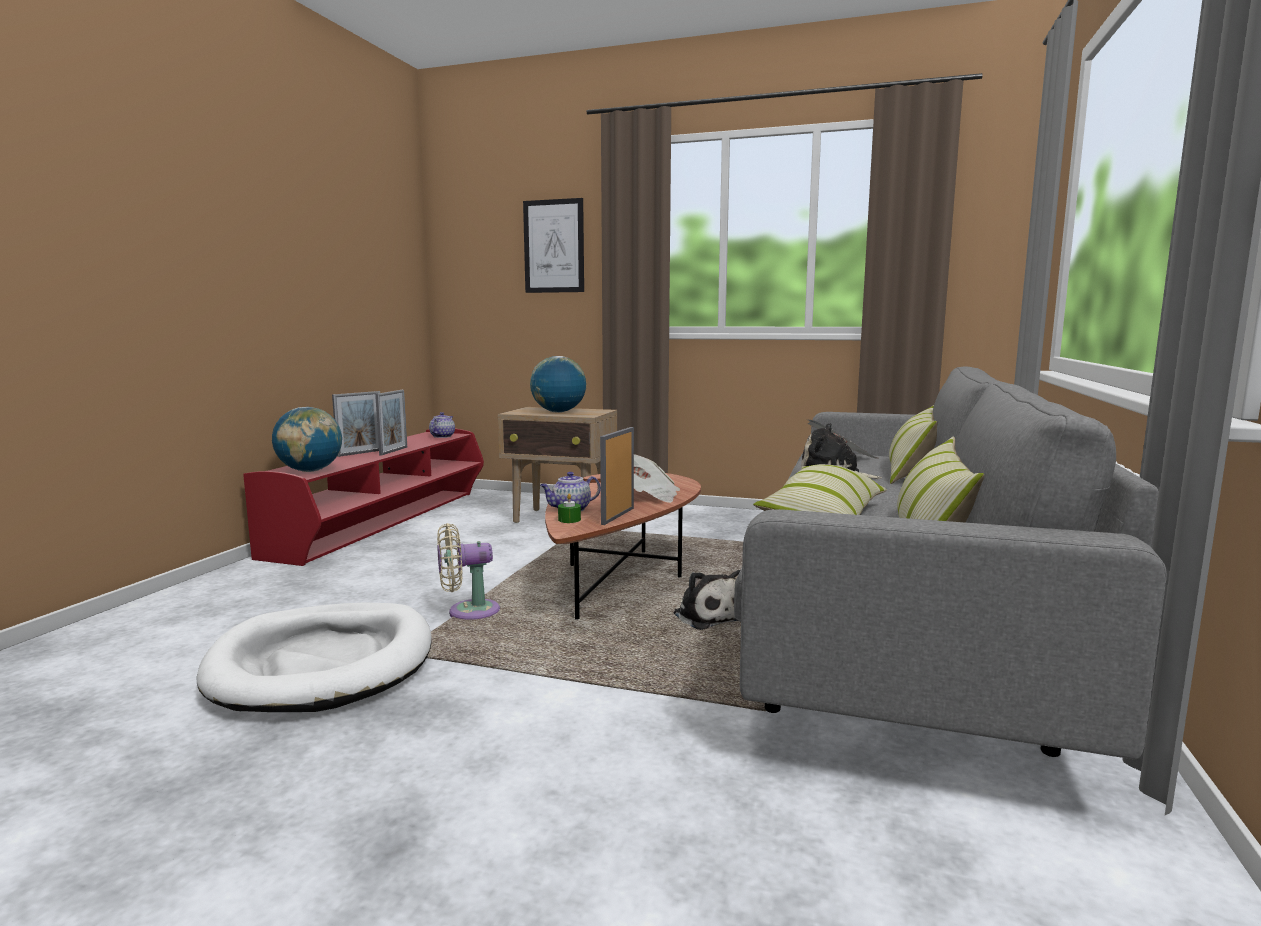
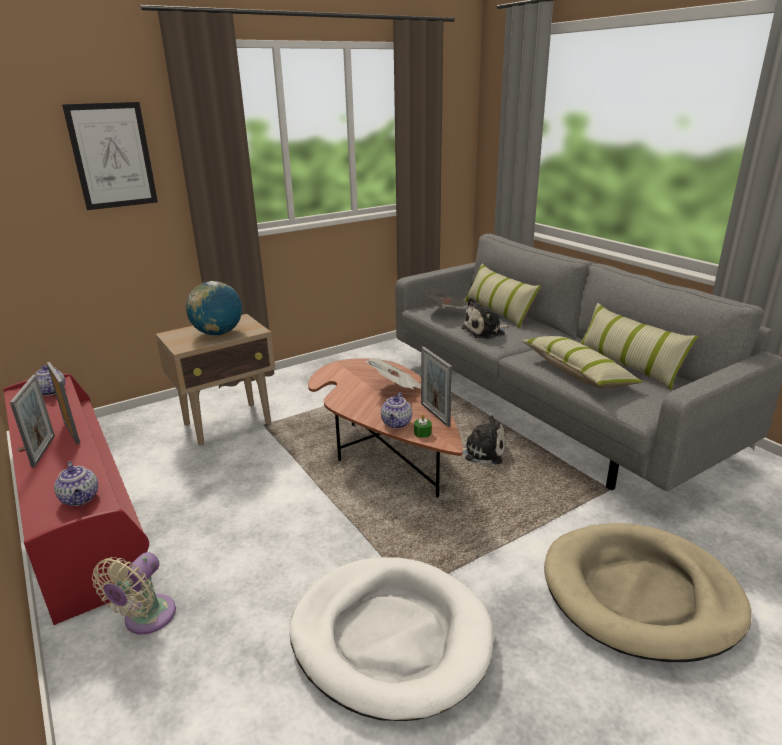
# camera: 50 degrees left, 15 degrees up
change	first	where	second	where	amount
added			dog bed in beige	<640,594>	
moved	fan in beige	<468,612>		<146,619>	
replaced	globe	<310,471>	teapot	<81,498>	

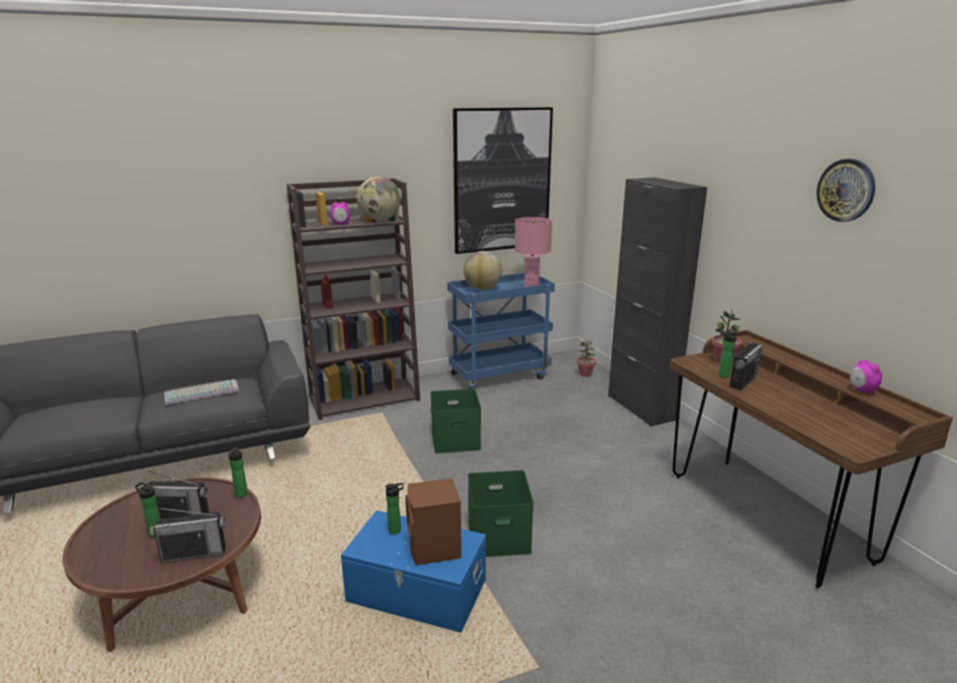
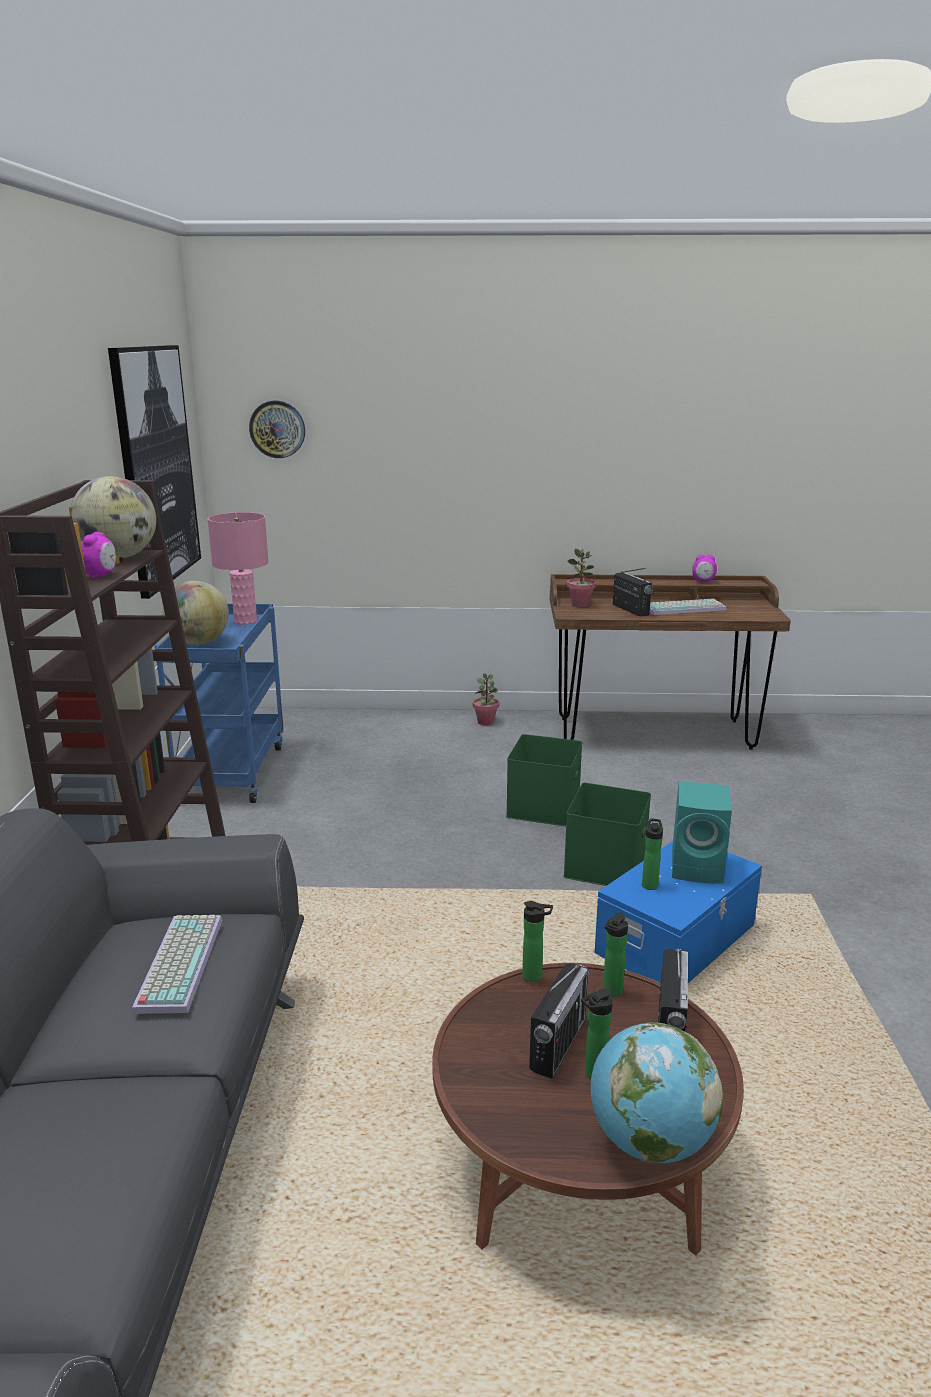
# camera: 65 degrees left, 0 degrees up
change	first	where	second	where	amount
removed	cabinet in black	<641,407>			
added			globe	<649,1141>	
added			keyboard	<684,608>	
moved	storage box in green	<456,439>		<542,806>	
moved	potted plant	<585,374>		<485,722>	
moved	bottle	<722,375>		<611,992>	
moved	wall clock	<846,190>		<277,429>	
recoloured	speaker in brown	<434,550>	speaker in turquoise	<699,867>	

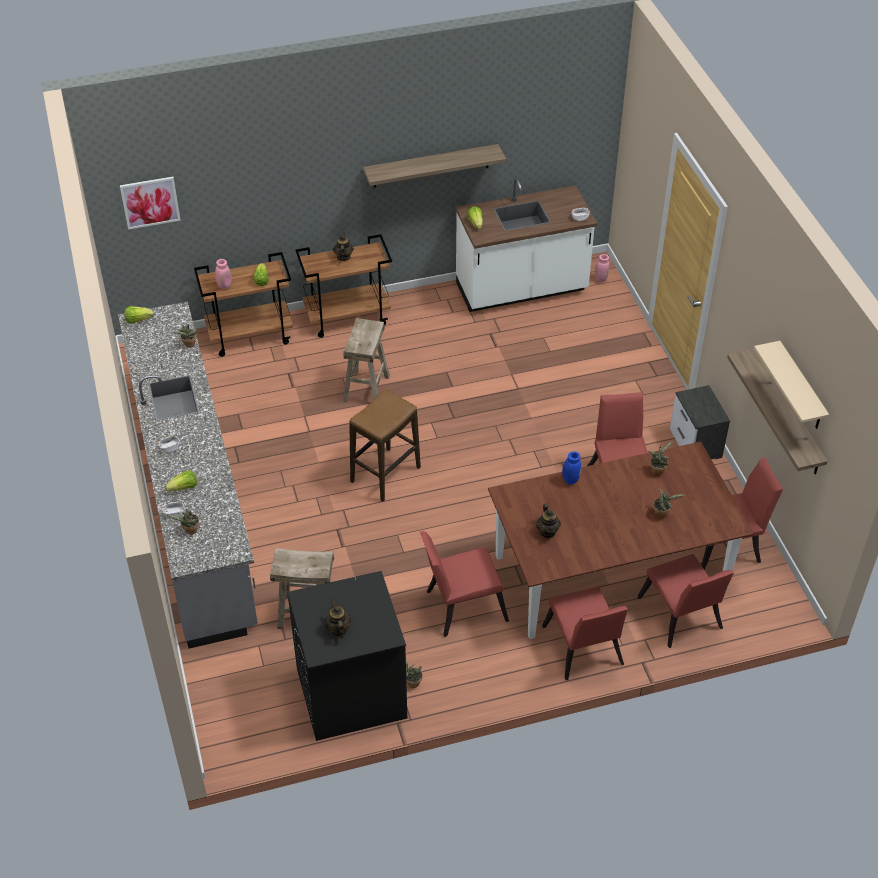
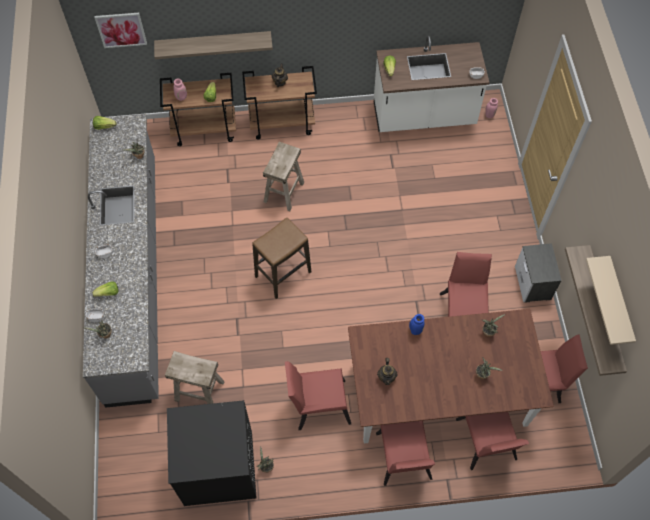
# camera: 10 degrees right, 15 degrees up
change	first	where	second	where	amount
removed	teapot	<338,629>			
moved	shelf	<431,166>		<213,43>	

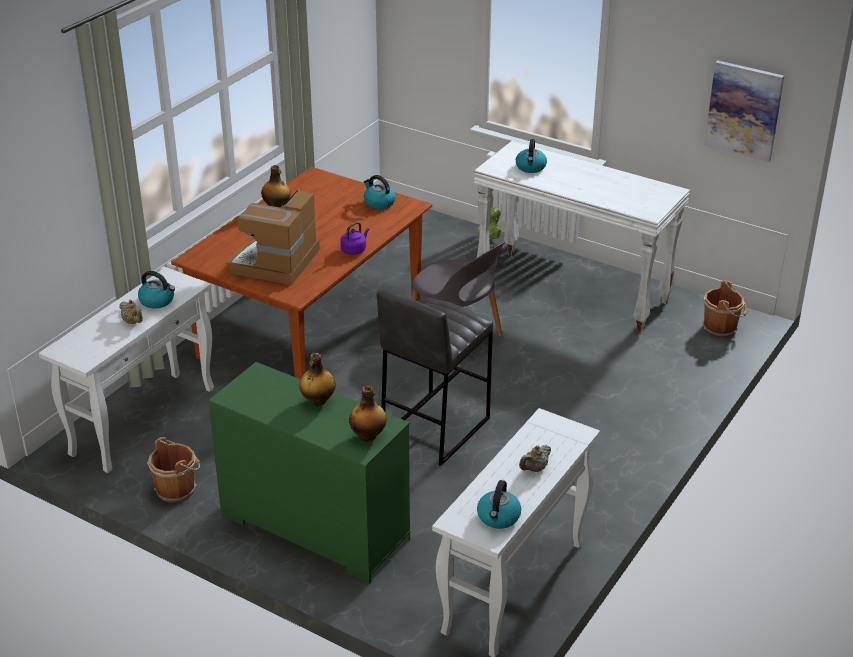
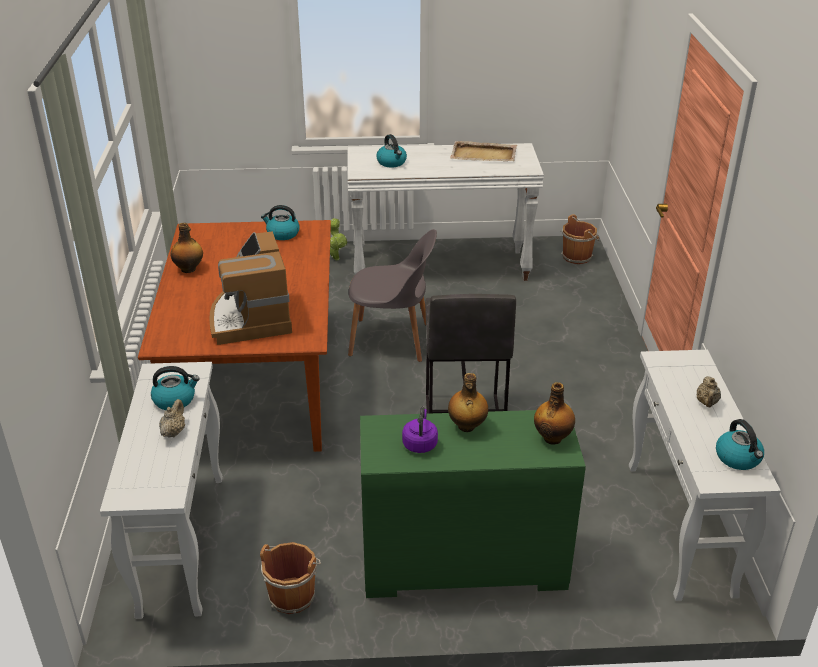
# camera: 35 degrees left, 0 degrees up
change	first	where	second	where	amount
removed	picture	<744,110>			
added			tray in beige	<484,154>	
moved	kettle in purple	<354,250>		<420,443>	
turned	teapot in beige	<133,322>		<173,432>	90 degrees counterclockwise

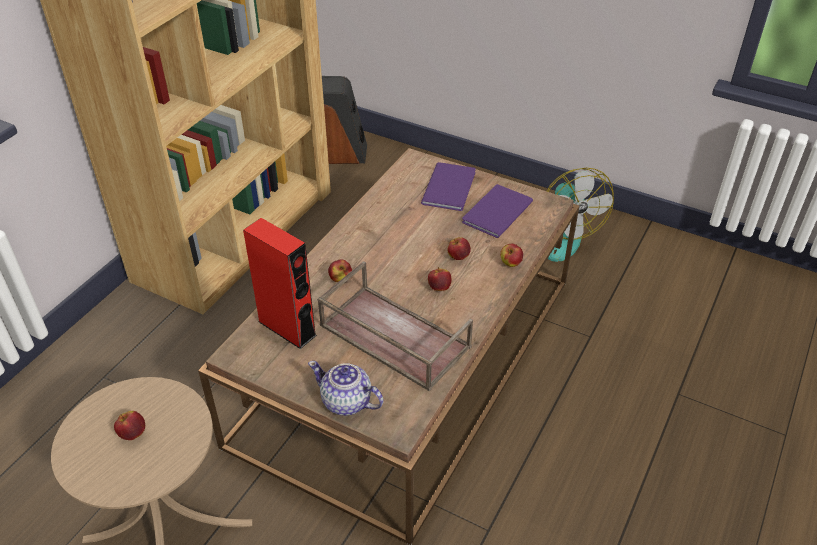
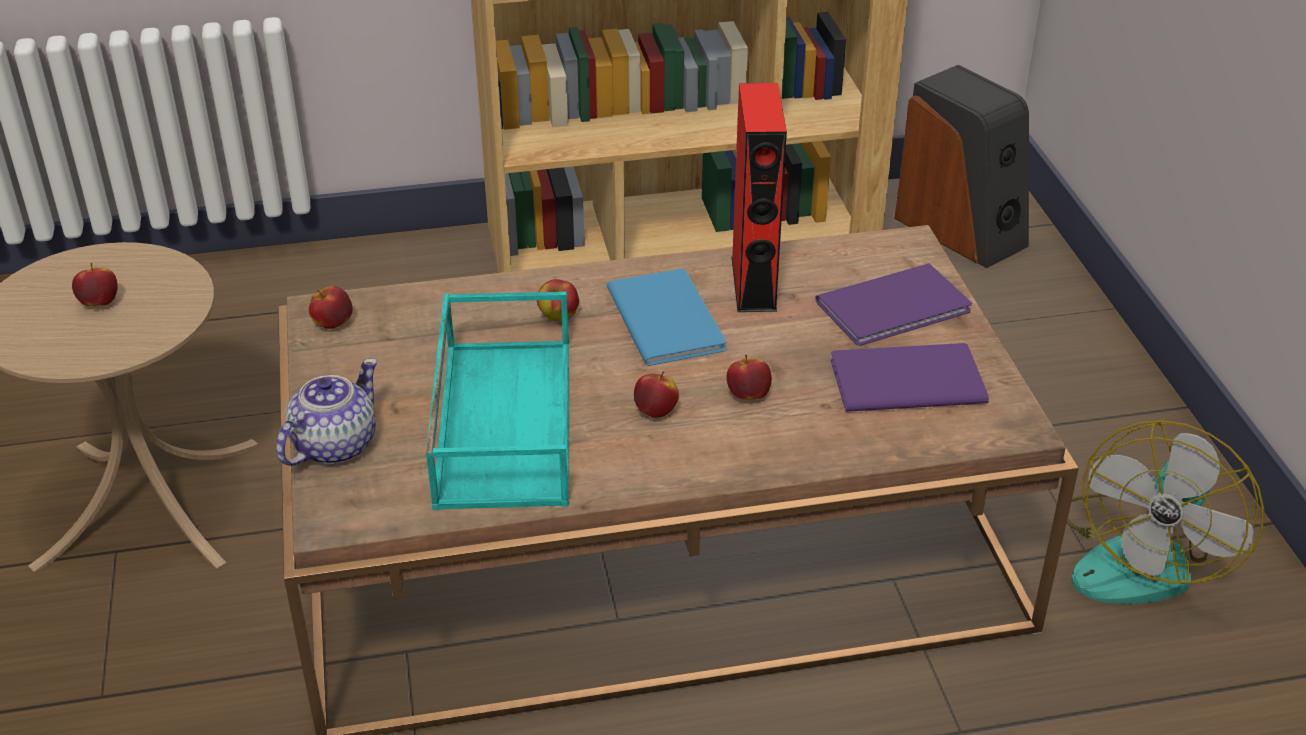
# camera: 50 degrees right, 5 degrees down
change	first	where	second	where	amount
added			book in blue	<668,316>	
moved	speaker in red	<287,328>		<753,283>	
moved	apple	<510,263>		<333,324>	
recoloured	tray in brown	<392,336>	tray in turquoise	<502,420>	
turned	teapot	<346,402>		<333,446>	45 degrees clockwise

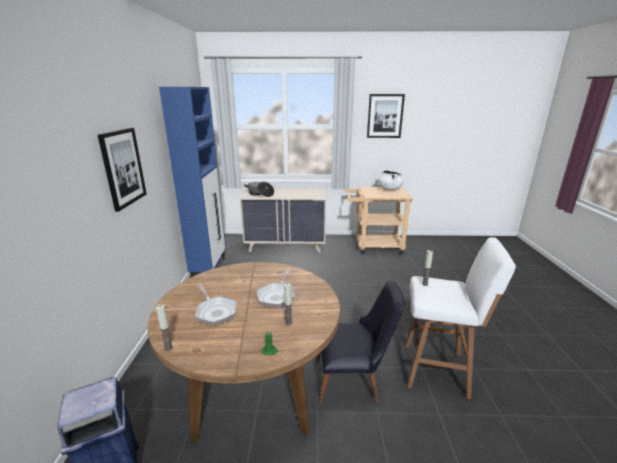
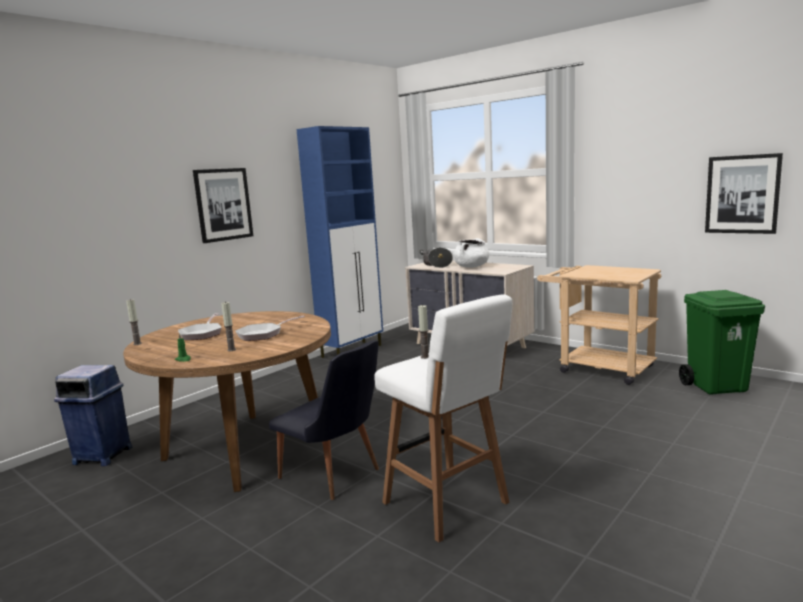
# camera: 40 degrees right, 10 degrees down
change	first	where	second	where	amount
added			trash can in green	<717,387>	
moved	picture	<385,116>		<742,194>	
moved	cooking pot in white	<389,189>		<471,267>	

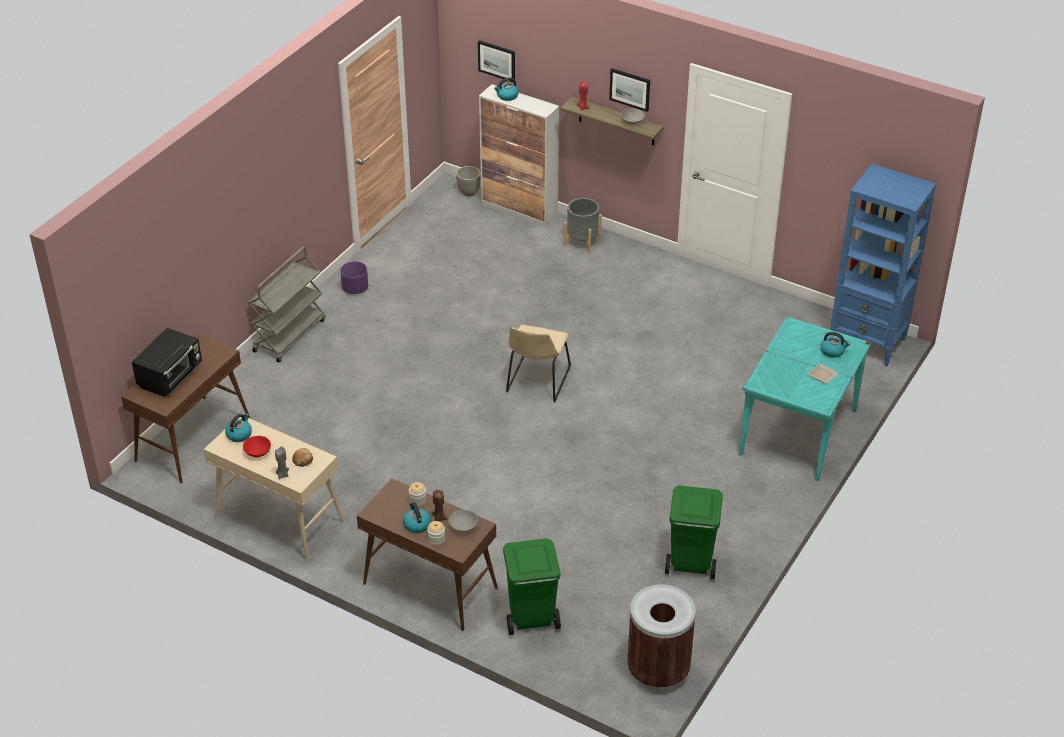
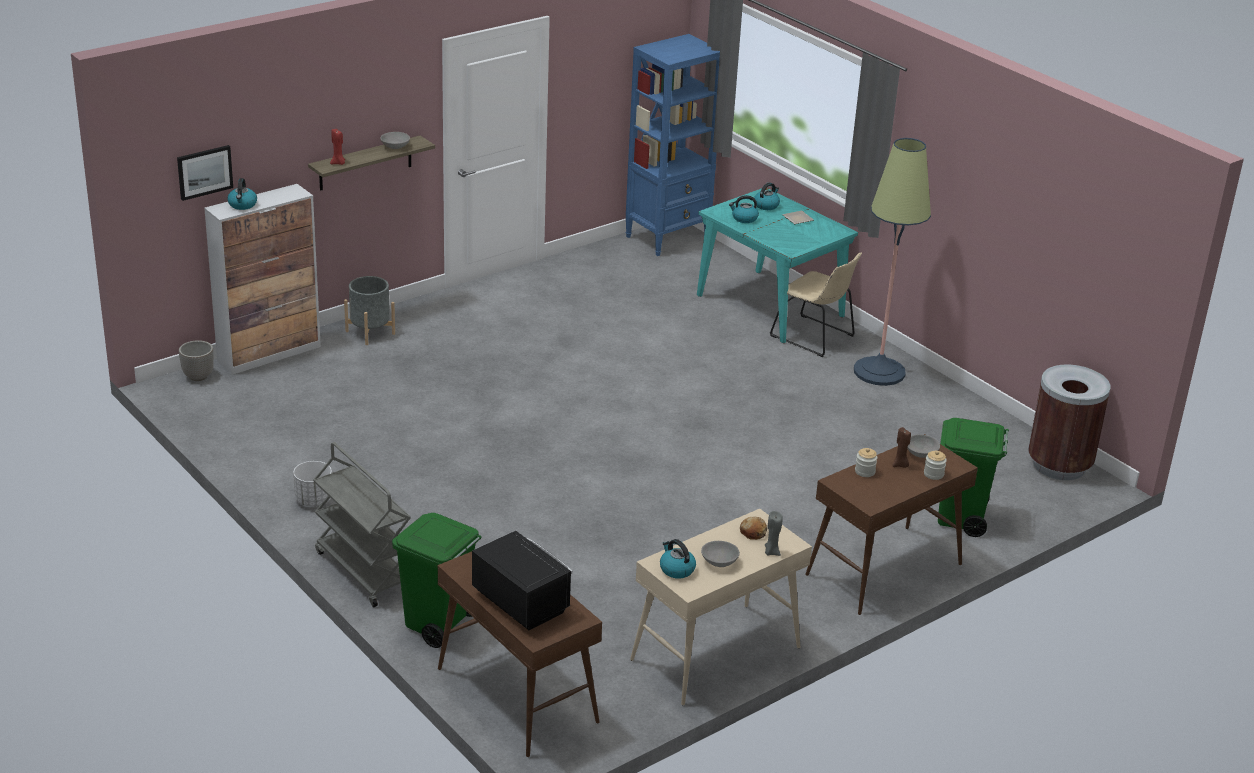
# camera: 70 degrees left, 10 degrees down
change	first	where	second	where	amount
removed	picture	<630,89>			
added			floor lamp	<879,372>	
moved	kettle	<416,524>		<744,218>	
moved	chair in beige	<537,381>		<815,337>	
moved	trash can in green	<690,564>		<438,625>	
recoloured	bowl in red	<257,452>	bowl in grey	<719,562>	
recoloured	planter in purple	<355,289>	planter in white	<313,500>	

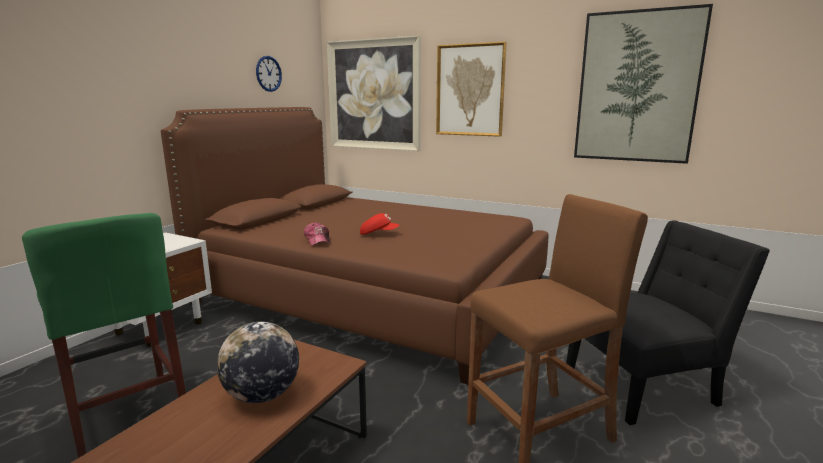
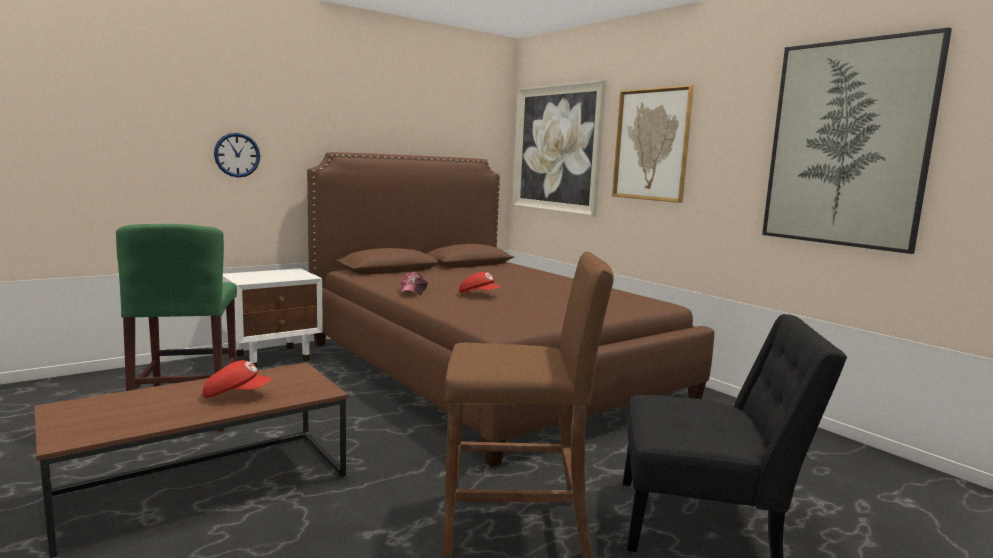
# camera: 25 degrees right, 5 degrees down
change	first	where	second	where	amount
moved	wall clock	<268,73>		<237,155>	
replaced	globe	<262,395>	cap in red	<236,395>	

